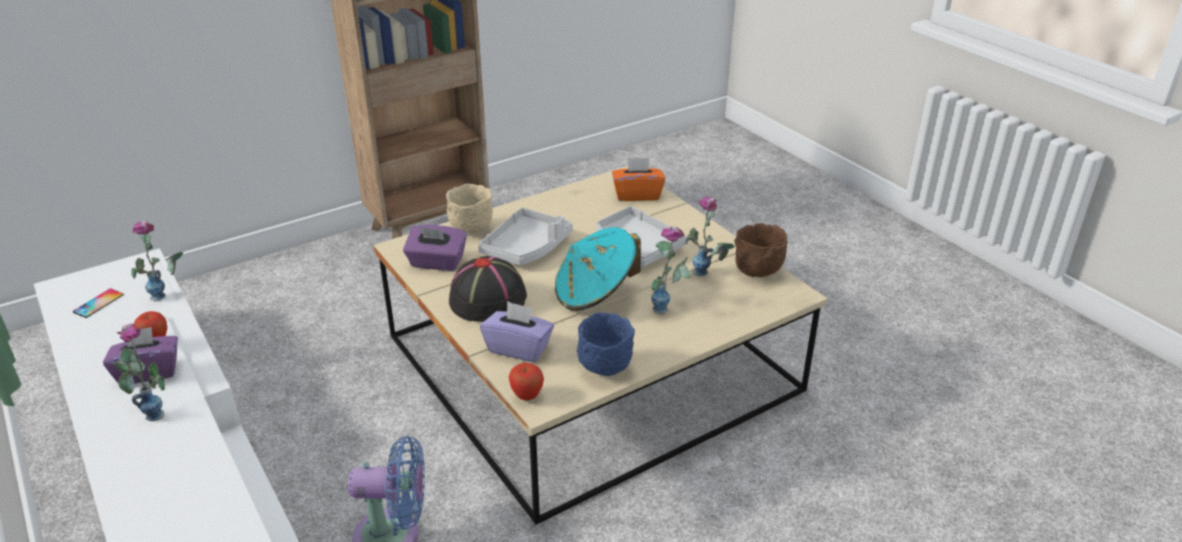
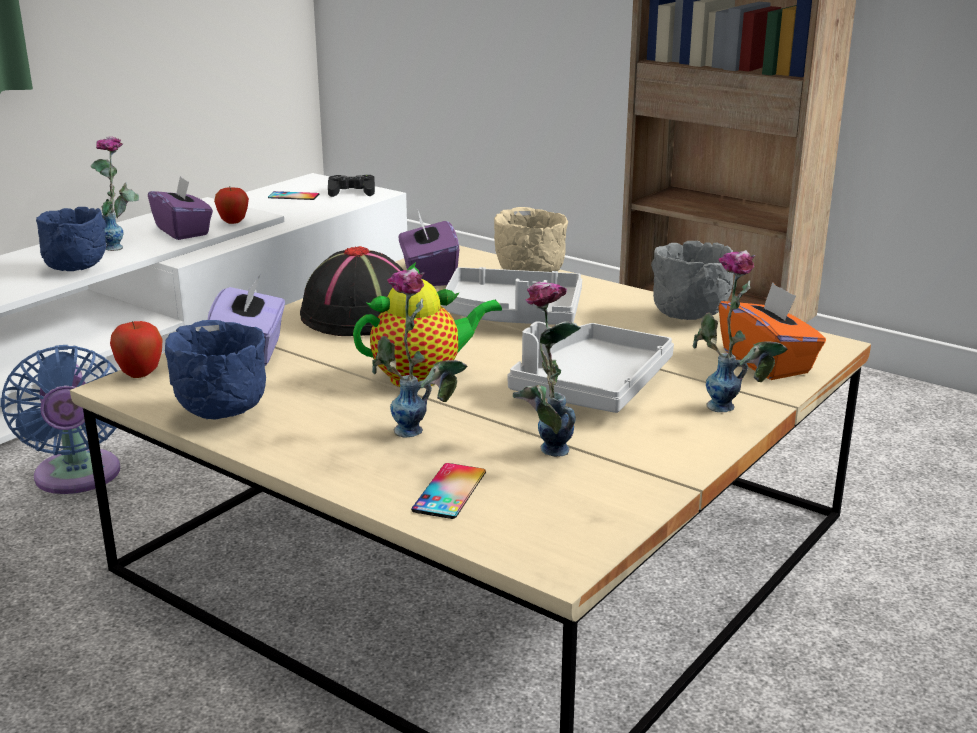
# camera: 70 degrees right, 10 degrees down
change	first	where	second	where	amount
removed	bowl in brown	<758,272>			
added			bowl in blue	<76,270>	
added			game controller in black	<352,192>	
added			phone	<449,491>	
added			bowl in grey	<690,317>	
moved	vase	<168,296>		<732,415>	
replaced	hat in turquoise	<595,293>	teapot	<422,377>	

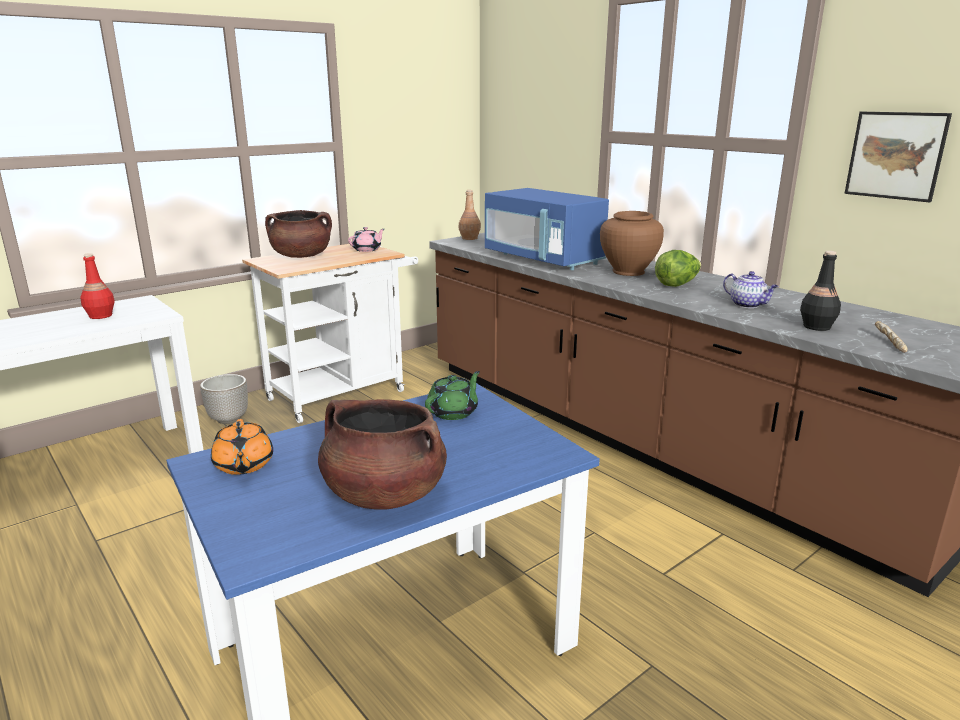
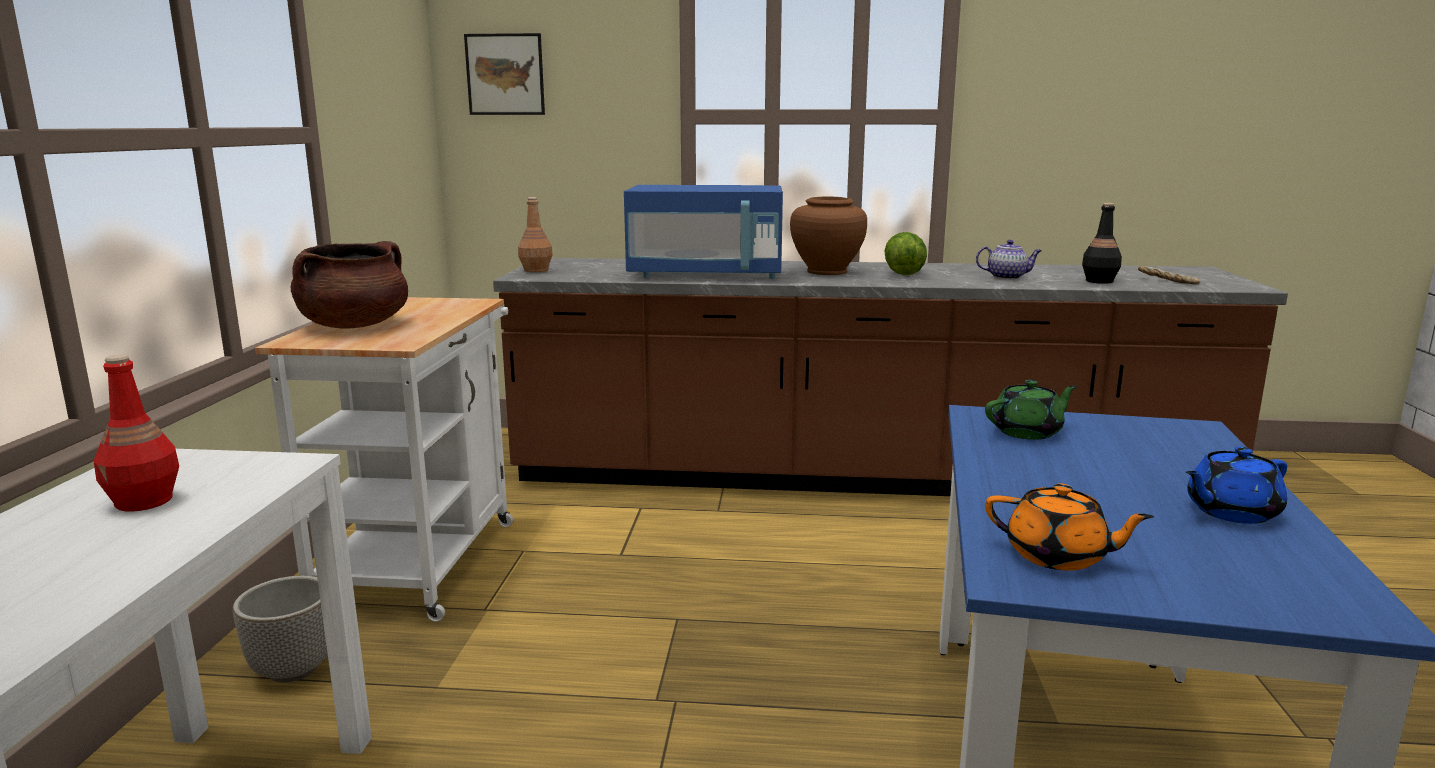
# camera: 45 degrees left, 5 degrees down
change	first	where	second	where	amount
removed	teapot in pink	<367,249>			
moved	picture	<895,155>		<505,74>	
replaced	cooking pot in brown	<384,494>	teapot in blue	<1230,512>	
turned	teapot in green	<453,412>		<1028,432>	75 degrees clockwise

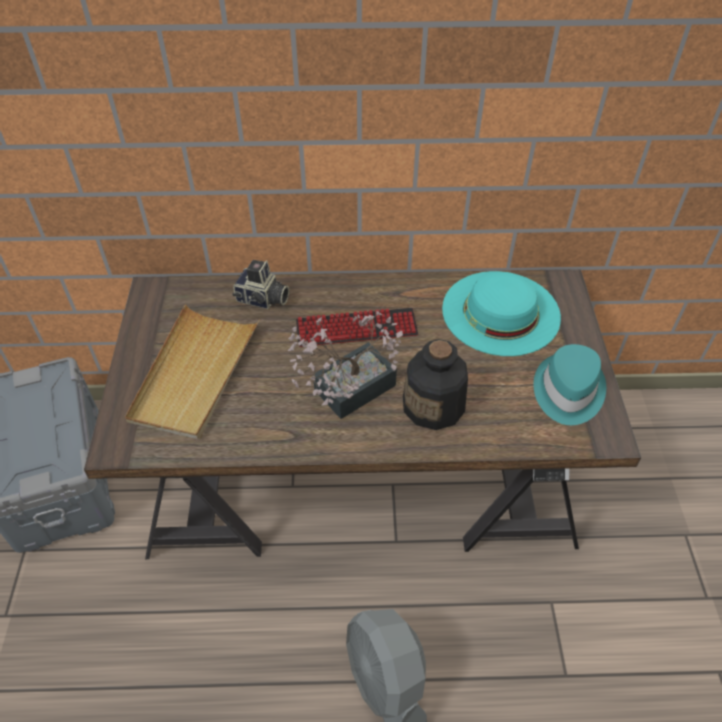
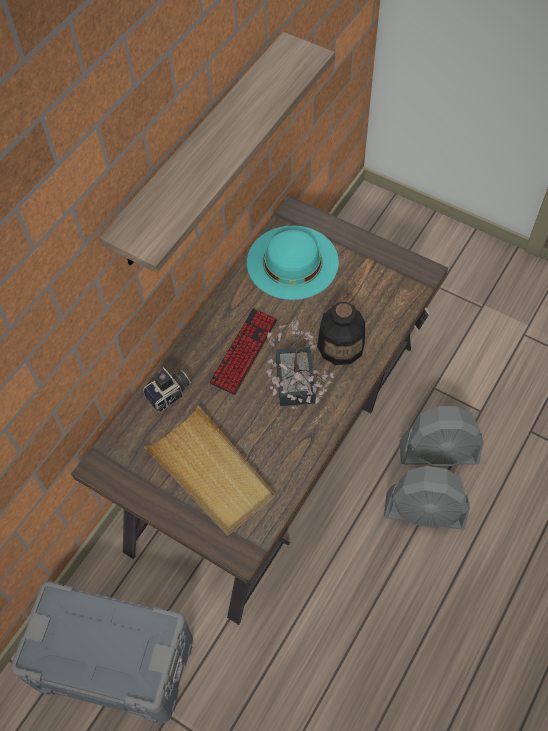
# camera: 55 degrees left, 10 degrees up
change	first	where	second	where	amount
removed	hat in turquoise	<567,391>			
added			shelf	<201,152>	
added			fan in grey	<439,453>	

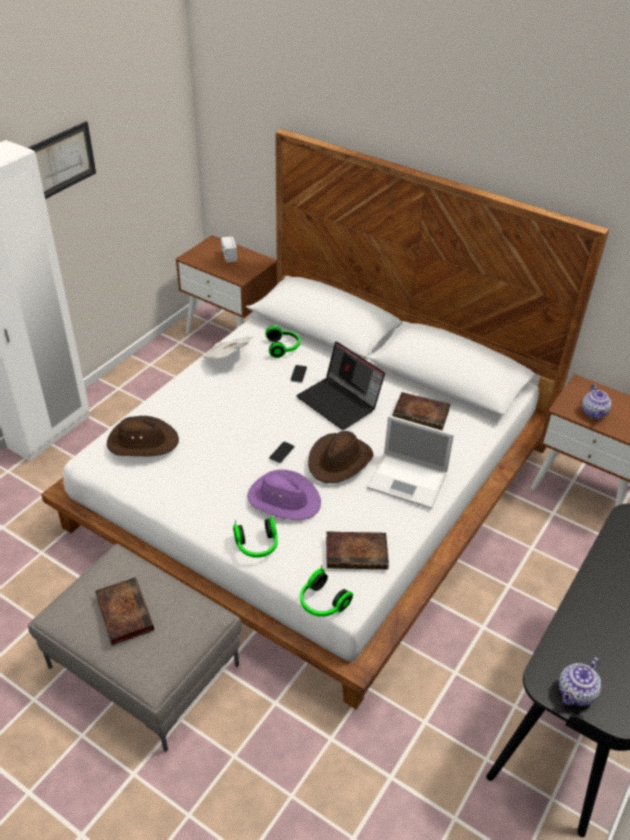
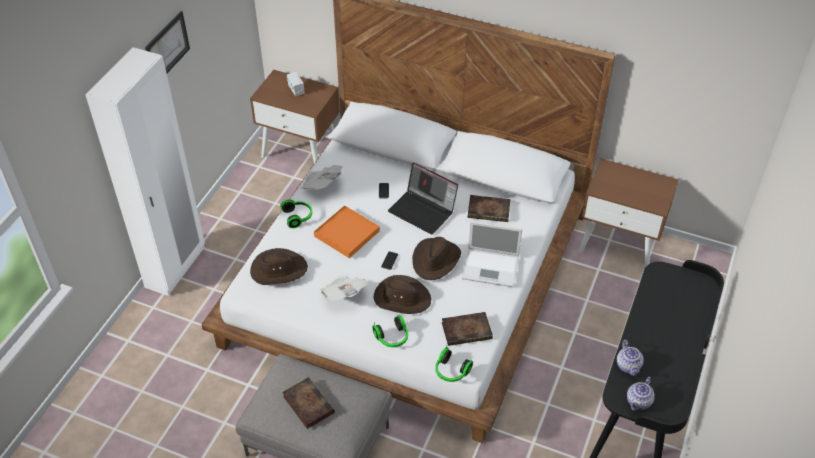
# camera: 10 degrees left, 5 degrees up
change	first	where	second	where	amount
added			tray in orange	<347,234>	
added			newspaper	<344,295>	
moved	headphones	<283,348>		<298,217>	
moved	teapot	<594,413>		<628,366>	
recoloured	hat in purple	<284,499>	hat in brown	<402,298>	

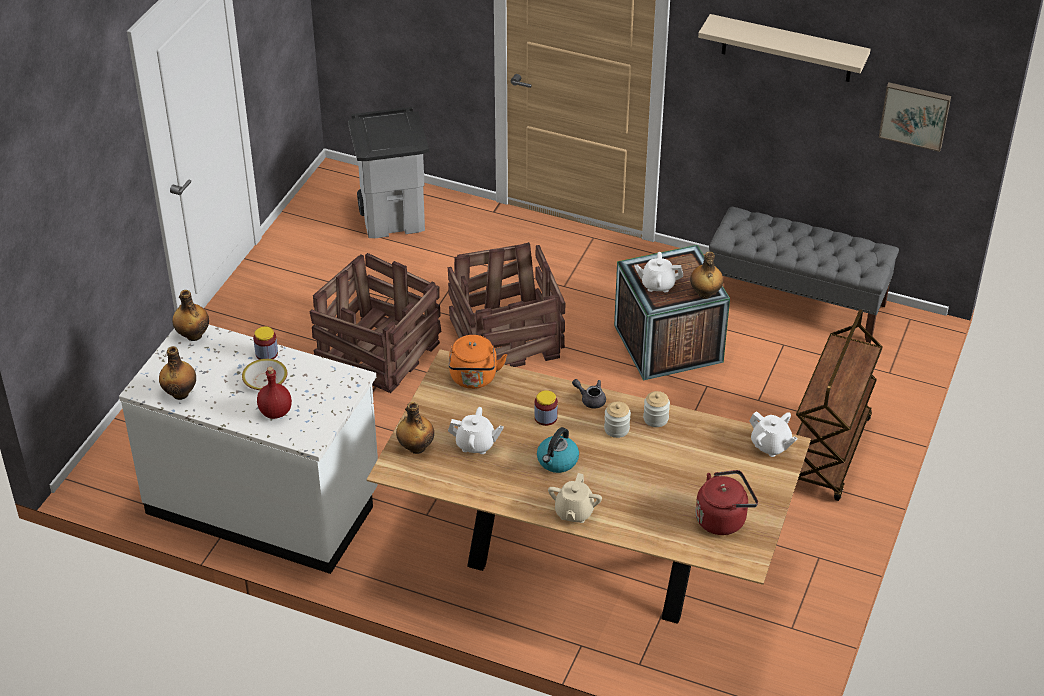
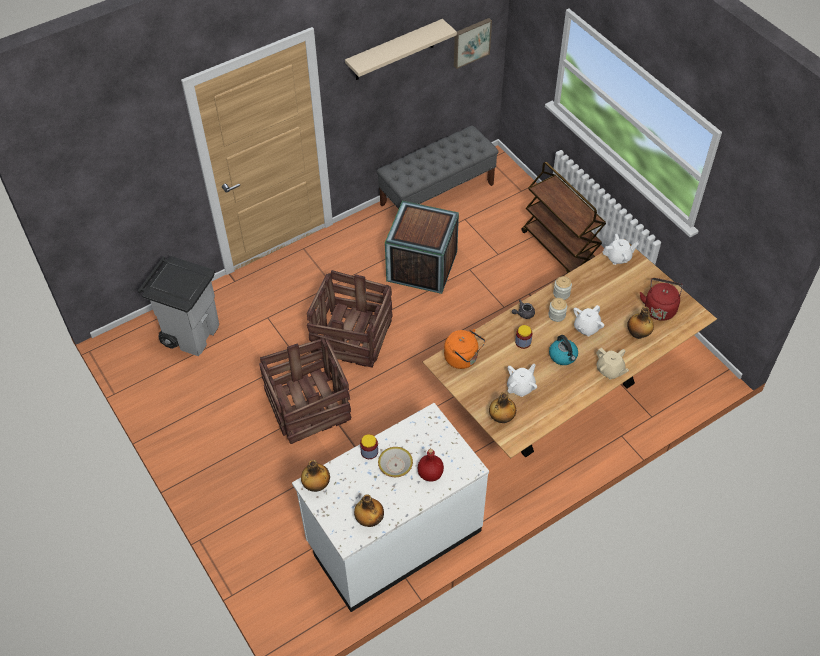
# camera: 55 degrees left, 10 degrees up
change	first	where	second	where	amount
moved	teapot in white	<657,285>		<586,328>	
moved	bottle	<705,294>		<638,334>	

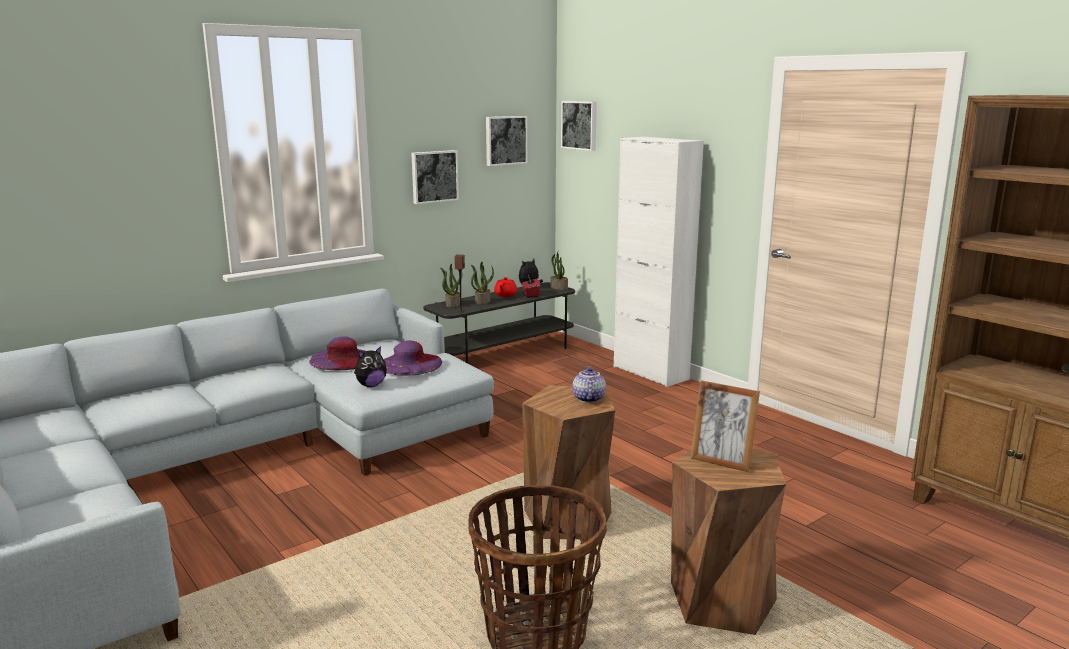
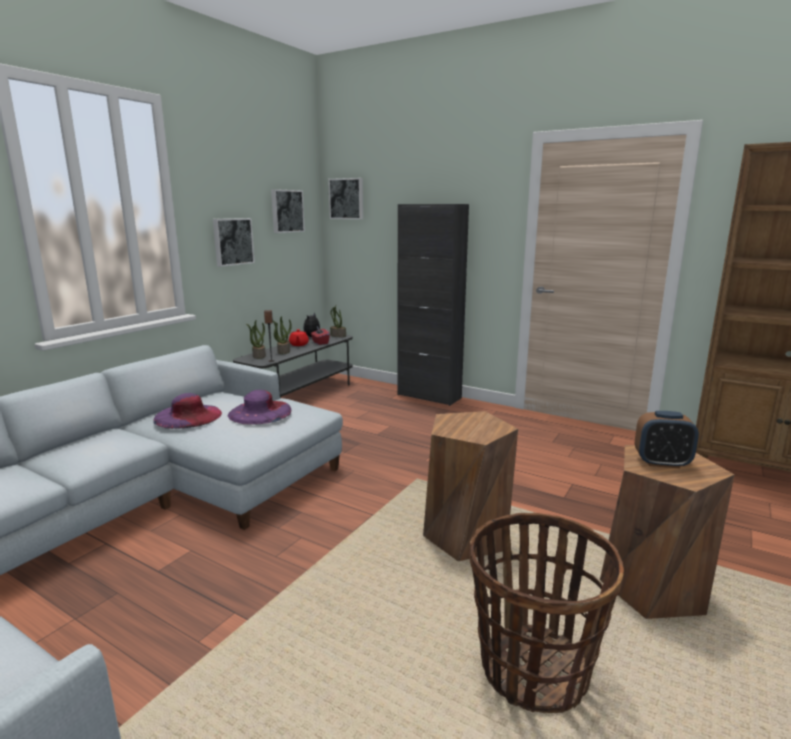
# camera: 20 degrees left, 0 degrees up
change	first	where	second	where	amount
removed	plush toy	<371,385>			
removed	teapot	<587,398>			
replaced	picture frame	<721,462>	alarm clock	<662,463>	
recoloured	cabinet in white	<650,373>	cabinet in black	<429,396>	

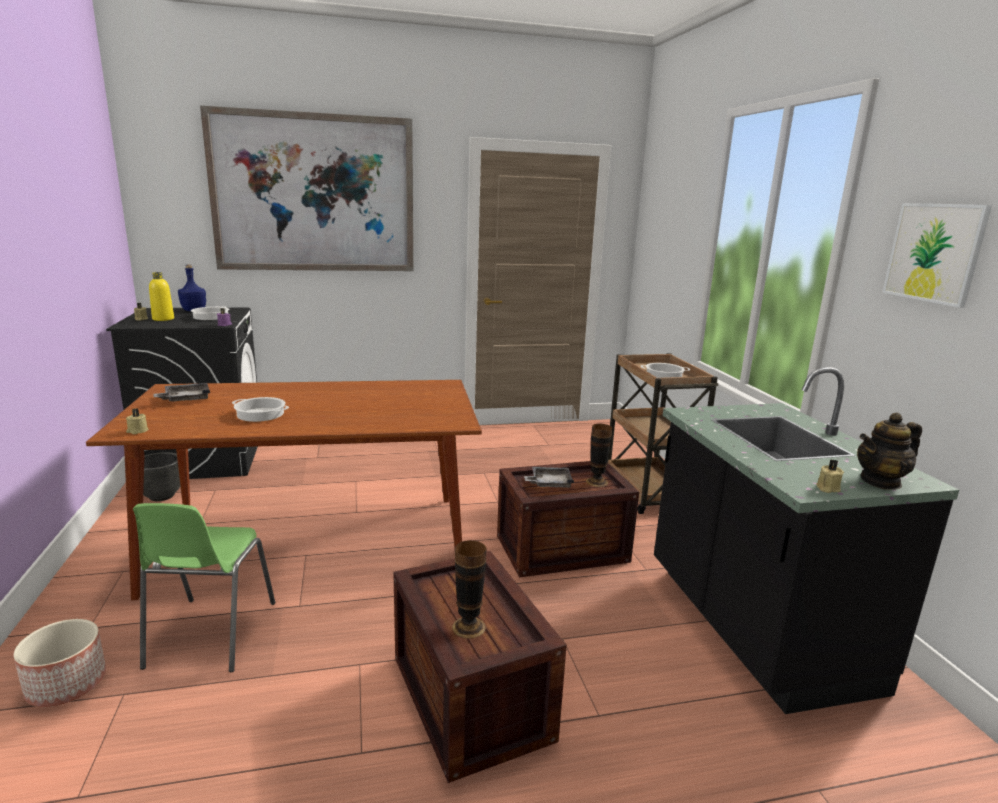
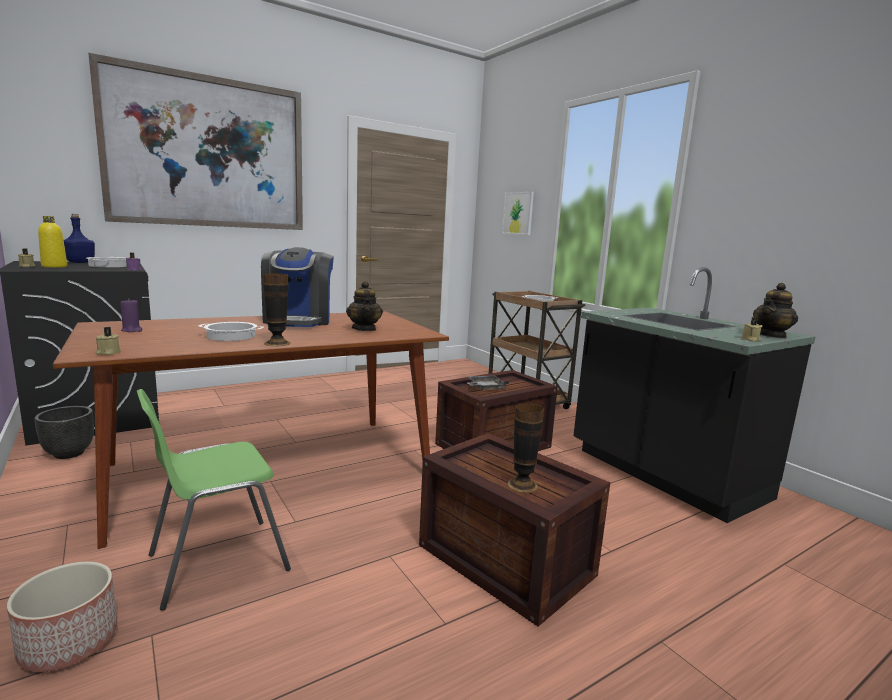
# camera: 20 degrees left, 5 degrees down
change	first	where	second	where	amount
added			coffee machine	<298,321>	
added			teapot	<364,329>	
moved	vase	<597,482>		<277,343>	
moved	picture	<934,253>		<518,213>	
replaced	tray in grey	<185,399>	candle in purple	<132,330>	
turned	chair in green	<210,635>		<216,562>	75 degrees clockwise

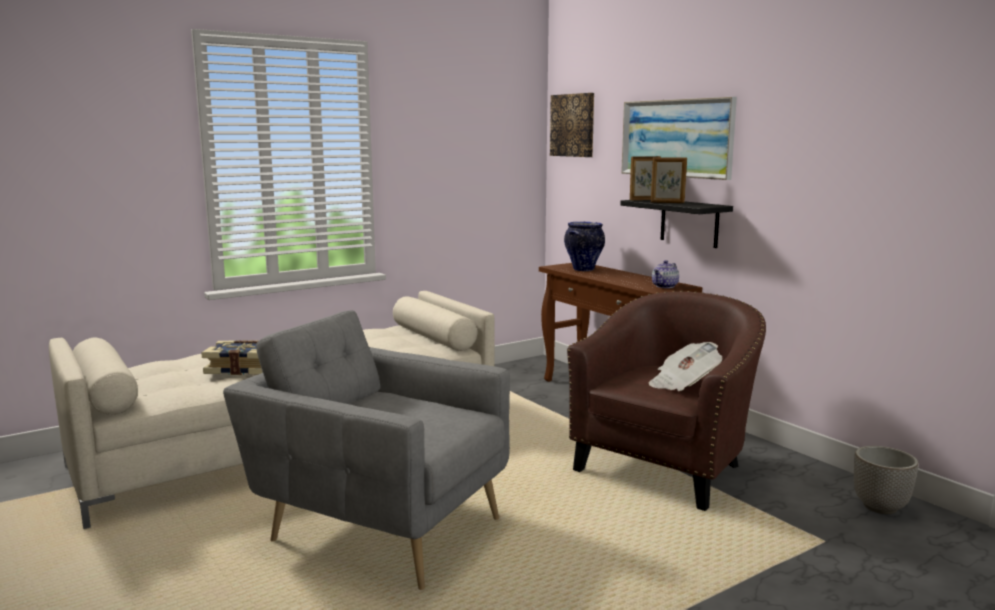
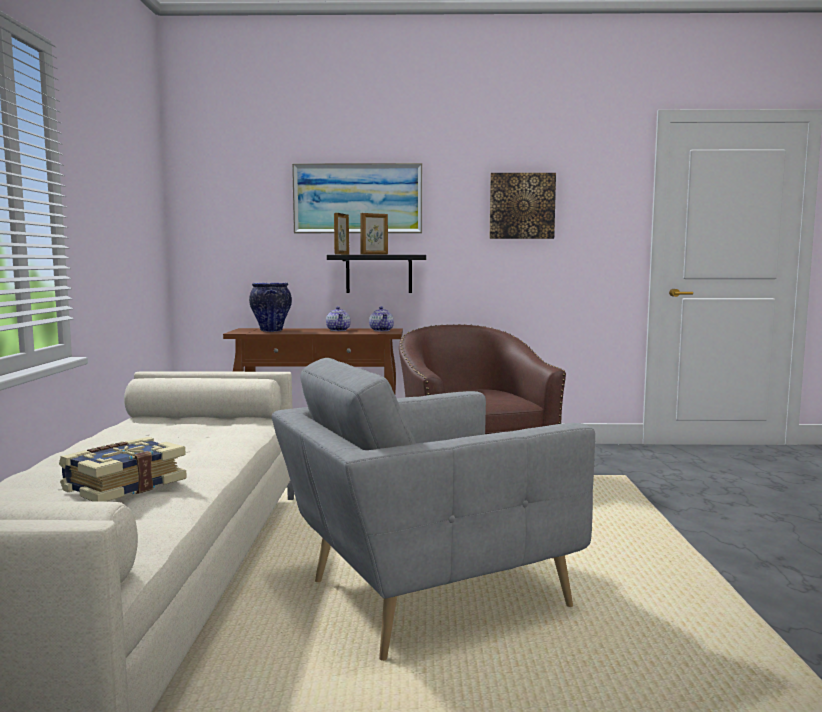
# camera: 55 degrees left, 5 degrees down
change	first	where	second	where	amount
removed	newspaper	<683,384>			
removed	planter	<879,507>			
added			teapot	<338,330>	
moved	picture	<573,125>		<522,206>	

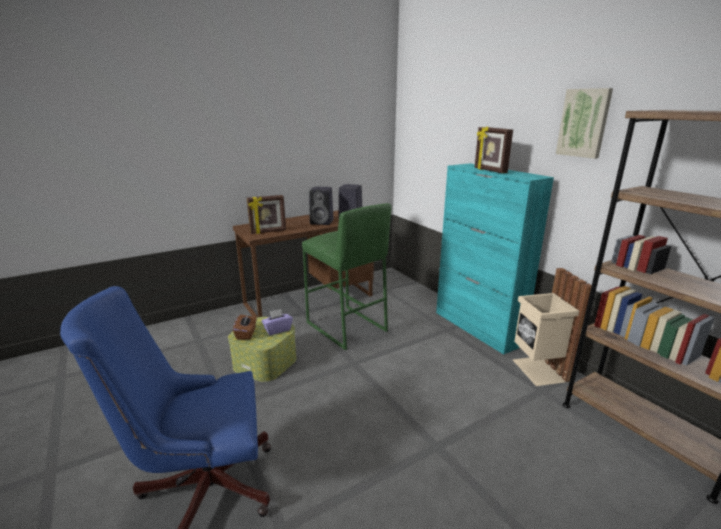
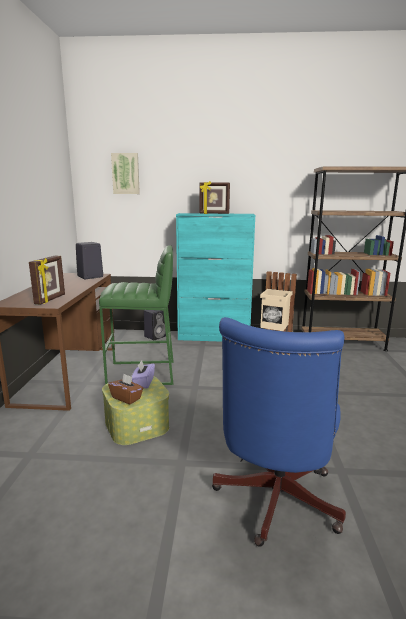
# camera: 55 degrees left, 5 degrees down
change	first	where	second	where	amount
moved	speaker in black	<322,222>		<155,336>	
moved	picture	<584,123>		<126,174>	

